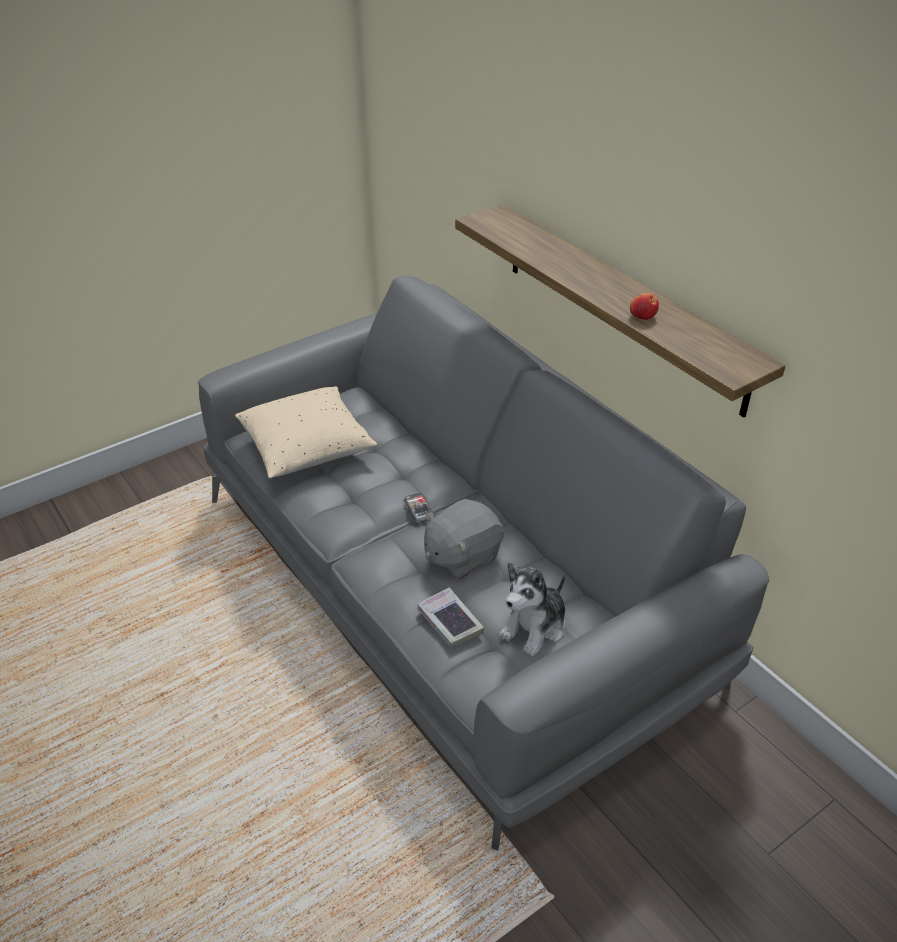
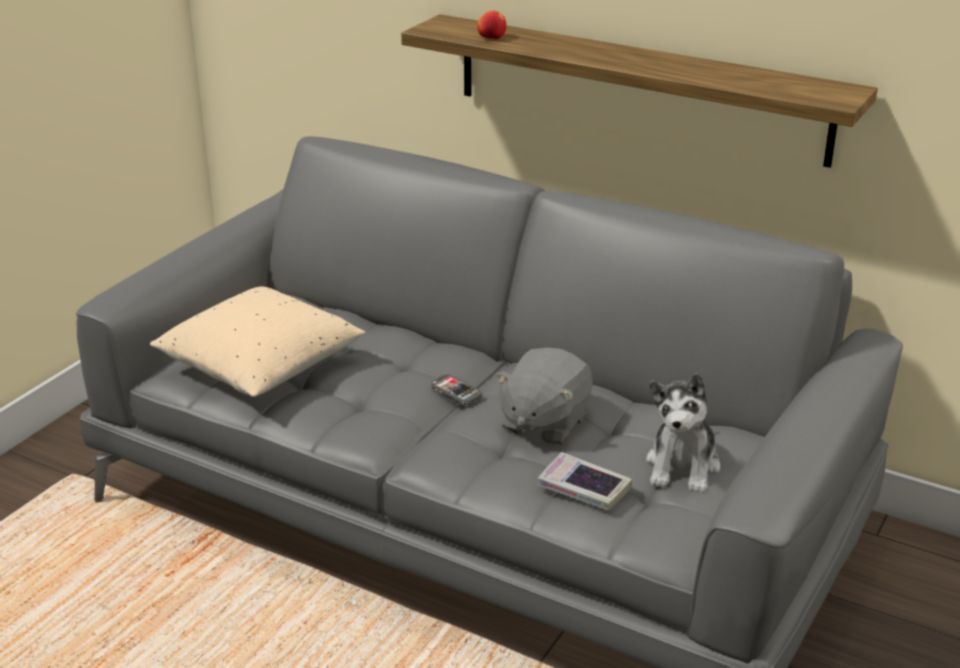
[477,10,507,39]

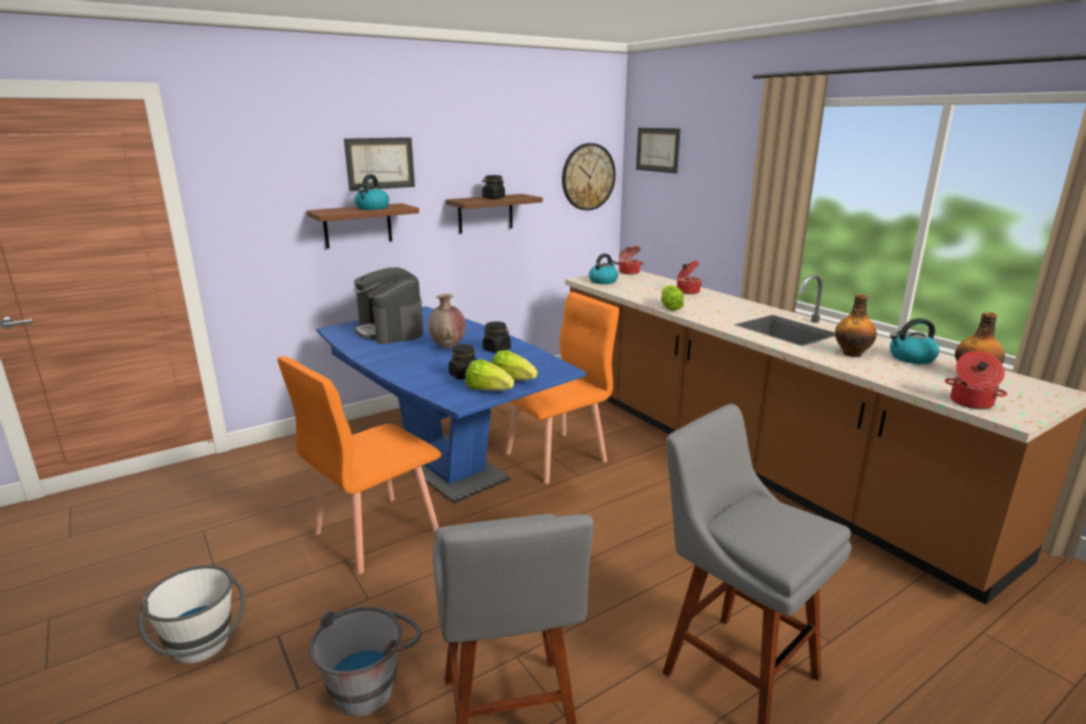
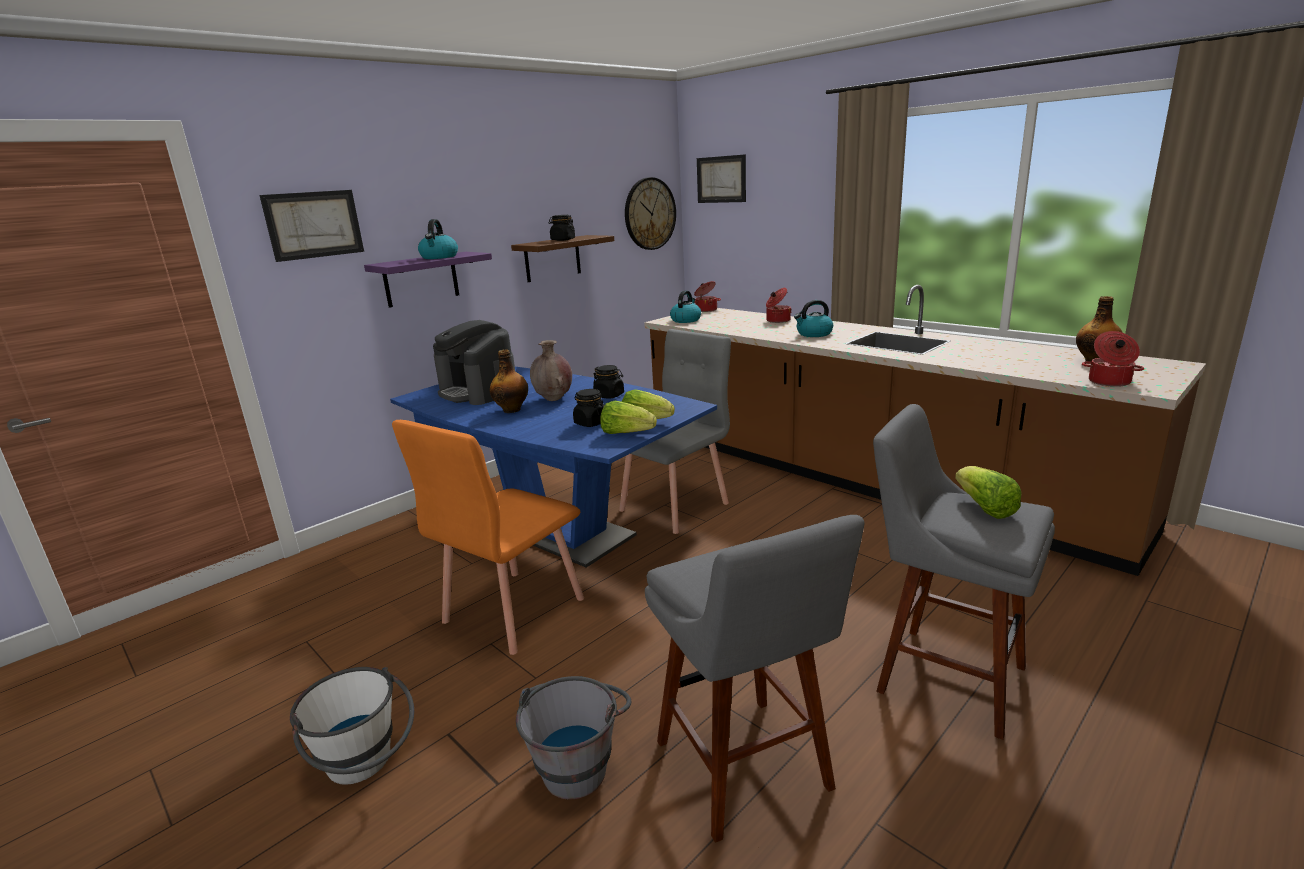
[259,190,364,262]
[955,466,1022,519]
[490,349,528,413]
[794,300,833,337]
[364,252,492,308]
[619,329,731,534]

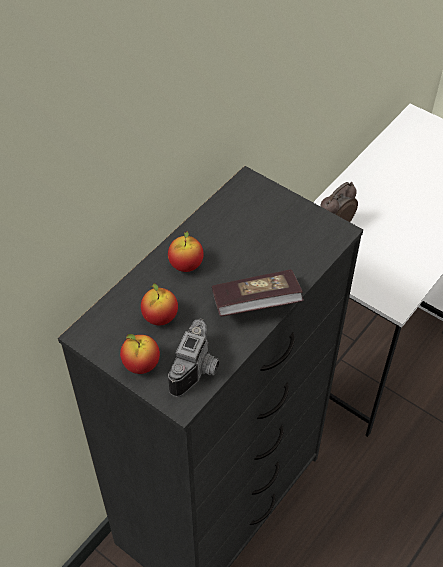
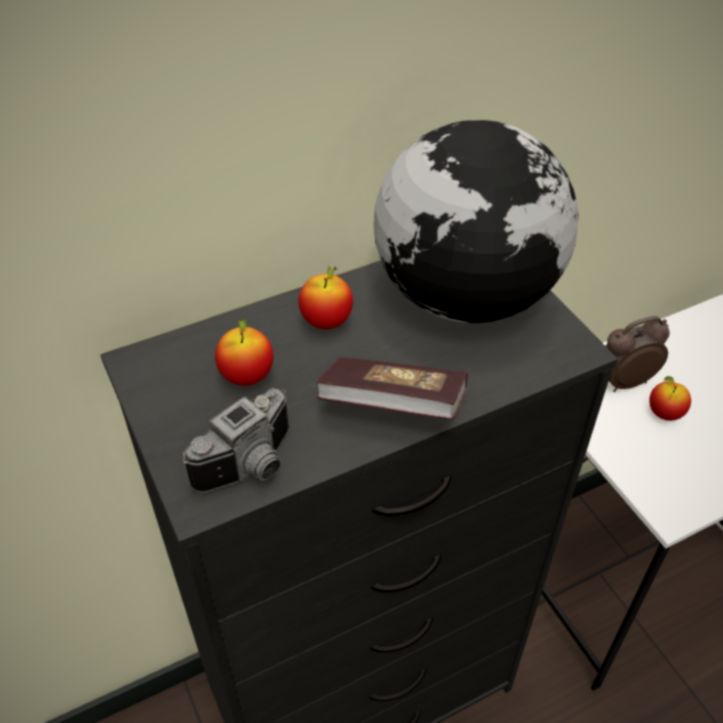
[374,120,579,323]
[649,376,691,421]

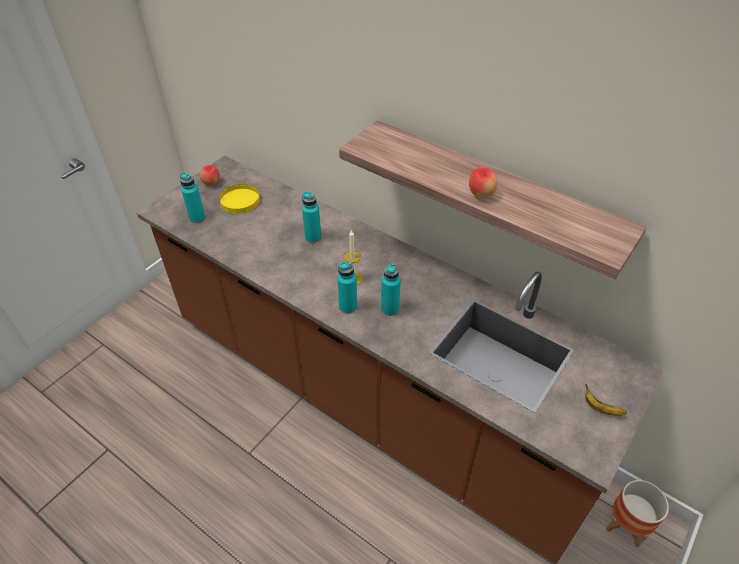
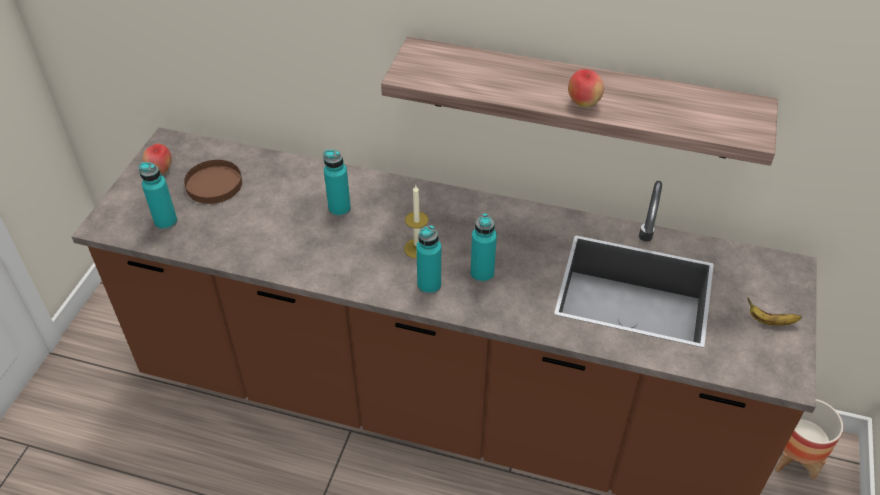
[184,160,242,204]

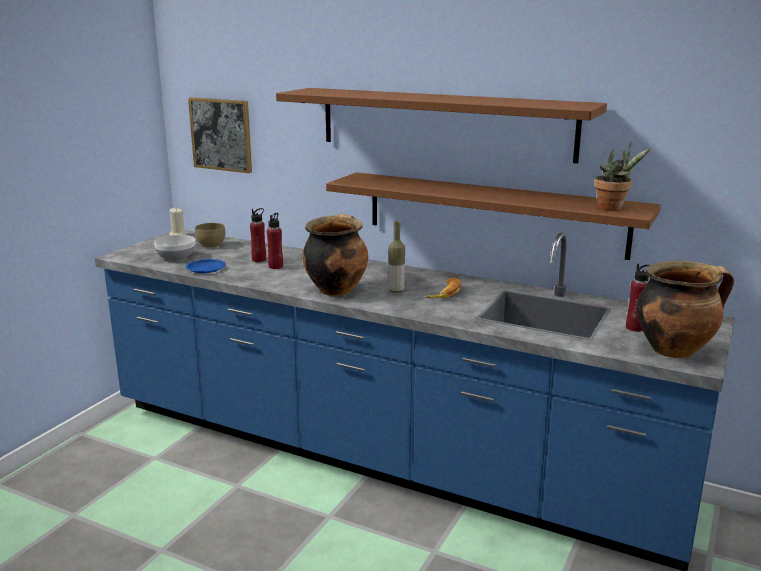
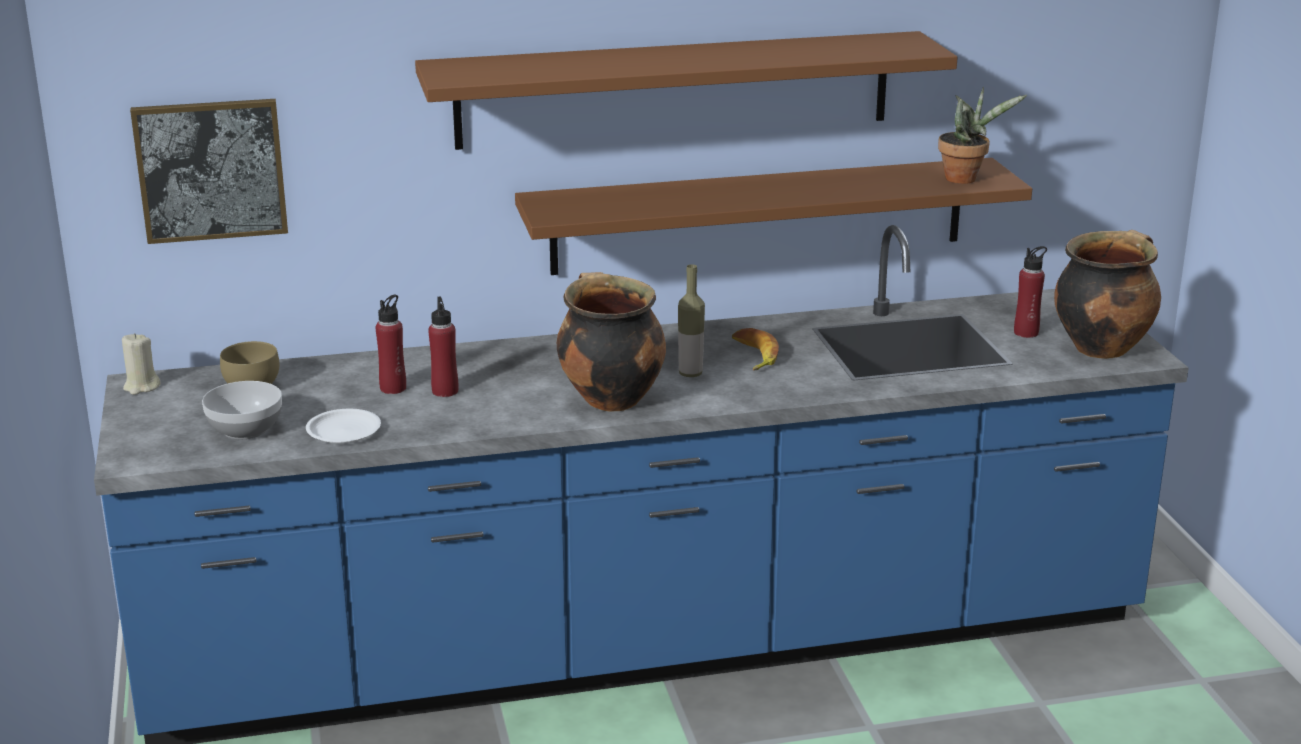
[306,409,381,444]

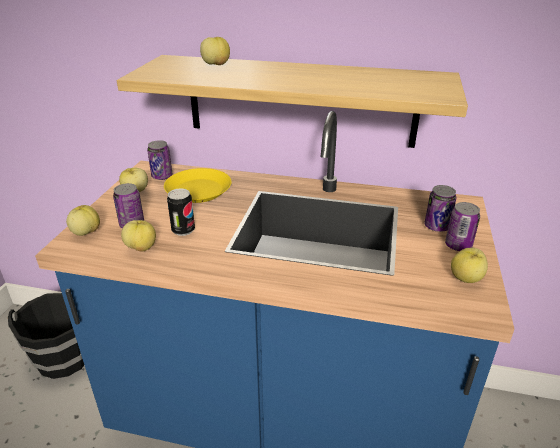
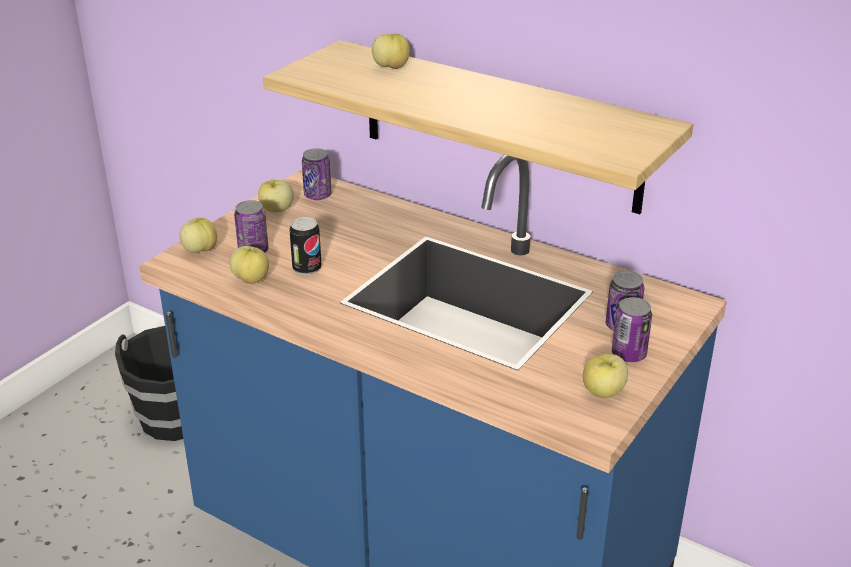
[164,168,232,203] (first image)

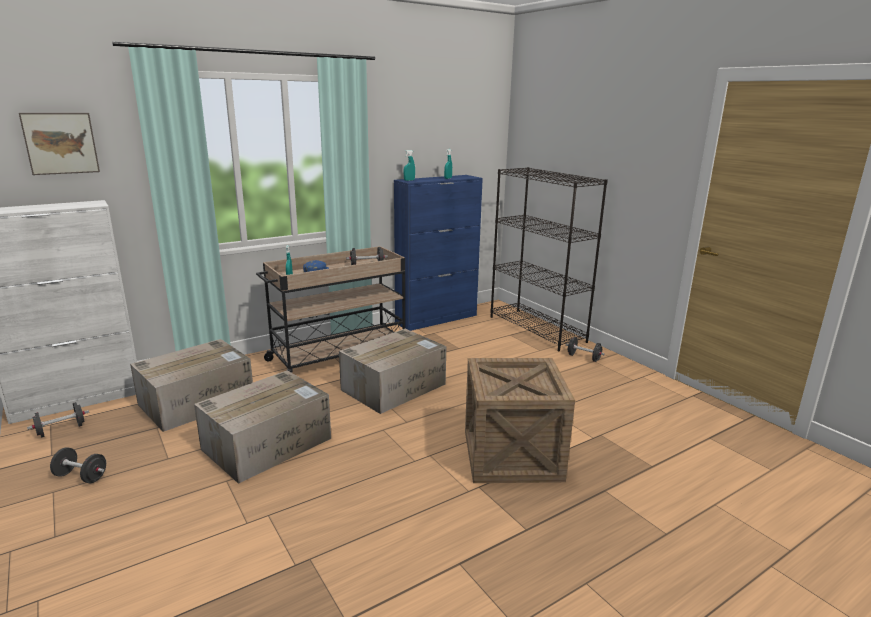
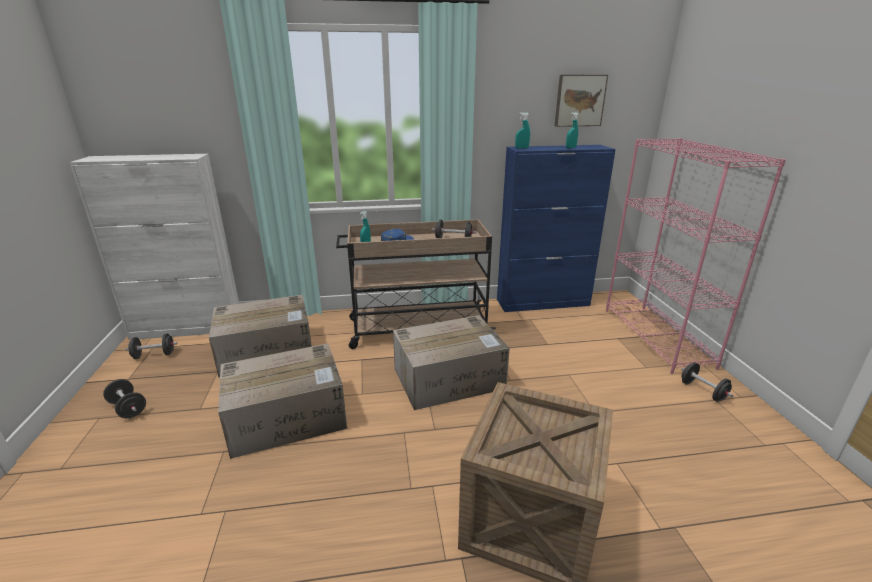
[554,75,608,127]
[606,138,786,374]

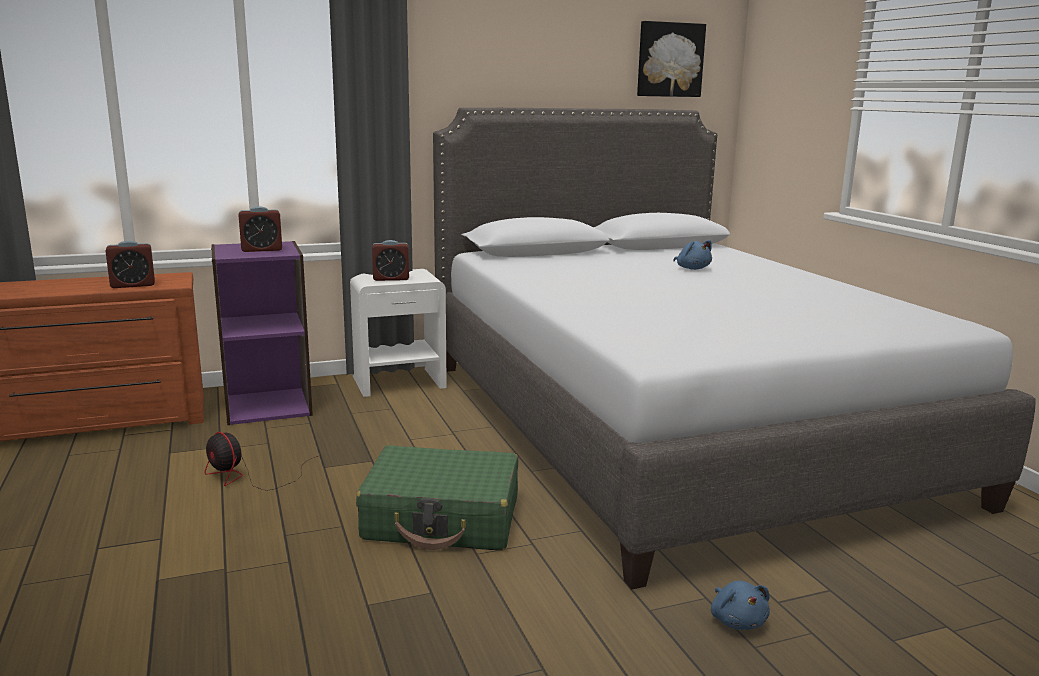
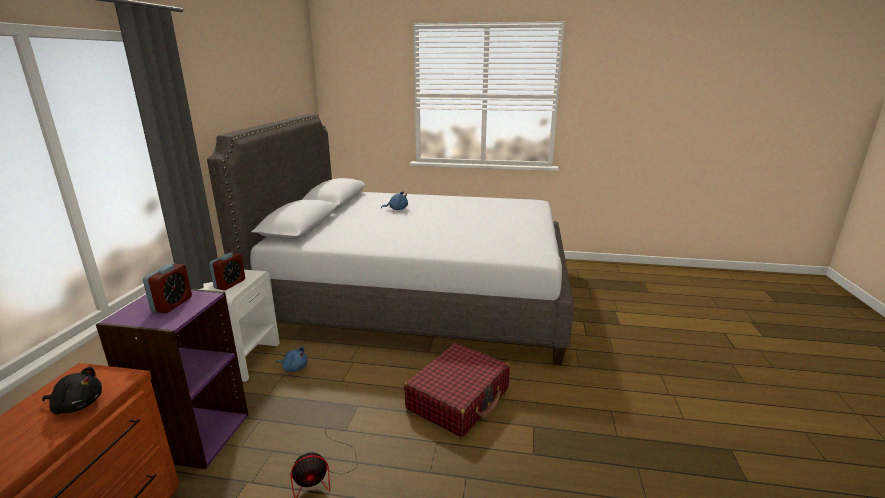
[637,21,706,97] (first image)
[276,347,308,372]
[42,367,102,414]
[404,343,510,437]

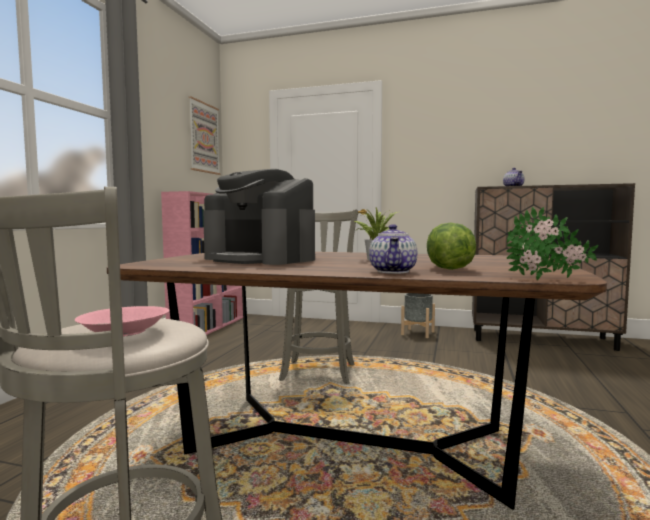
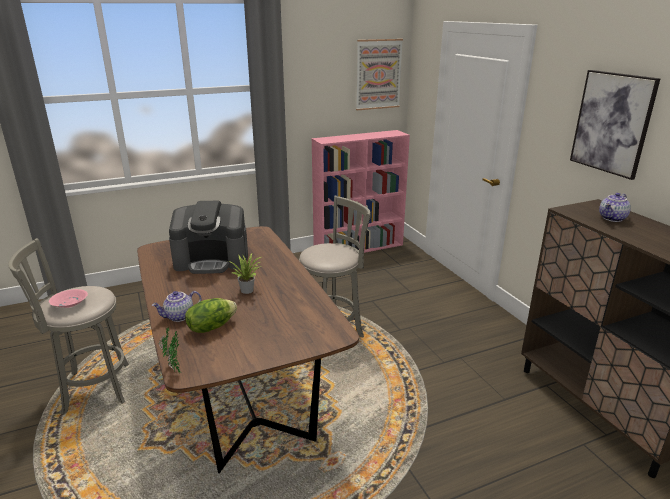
[401,293,435,338] (first image)
[570,70,660,180]
[169,201,248,274]

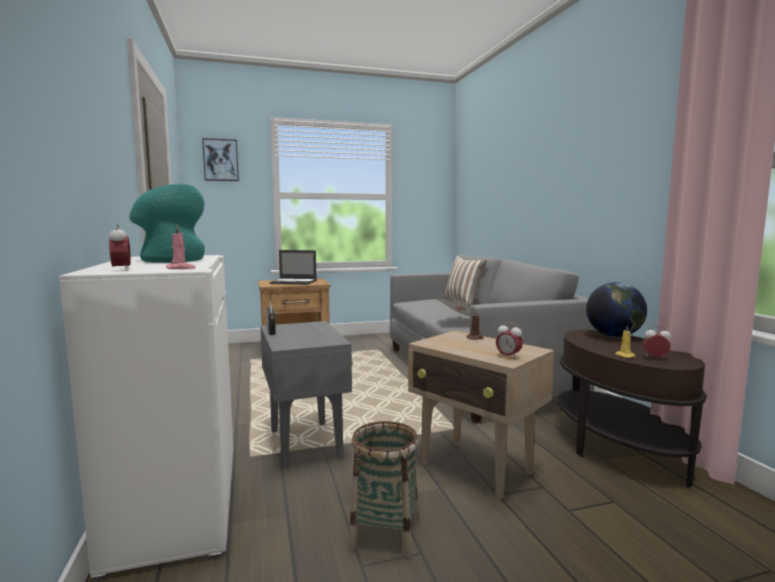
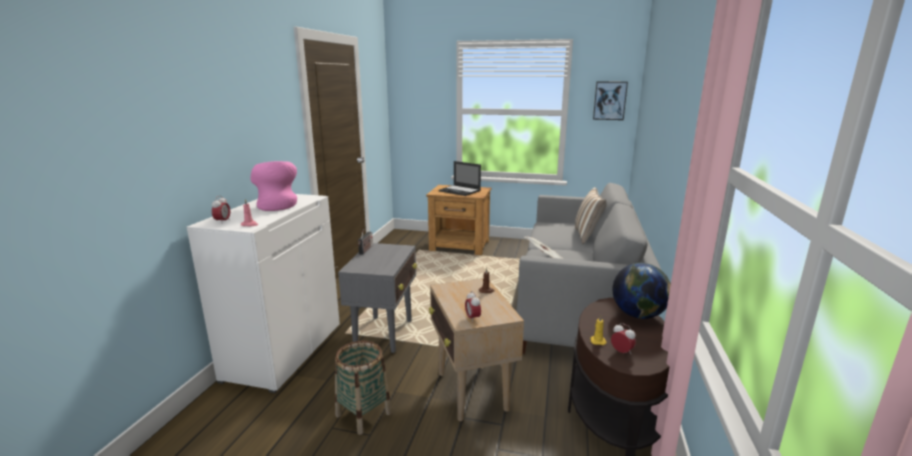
[593,82,628,120]
[250,161,297,211]

